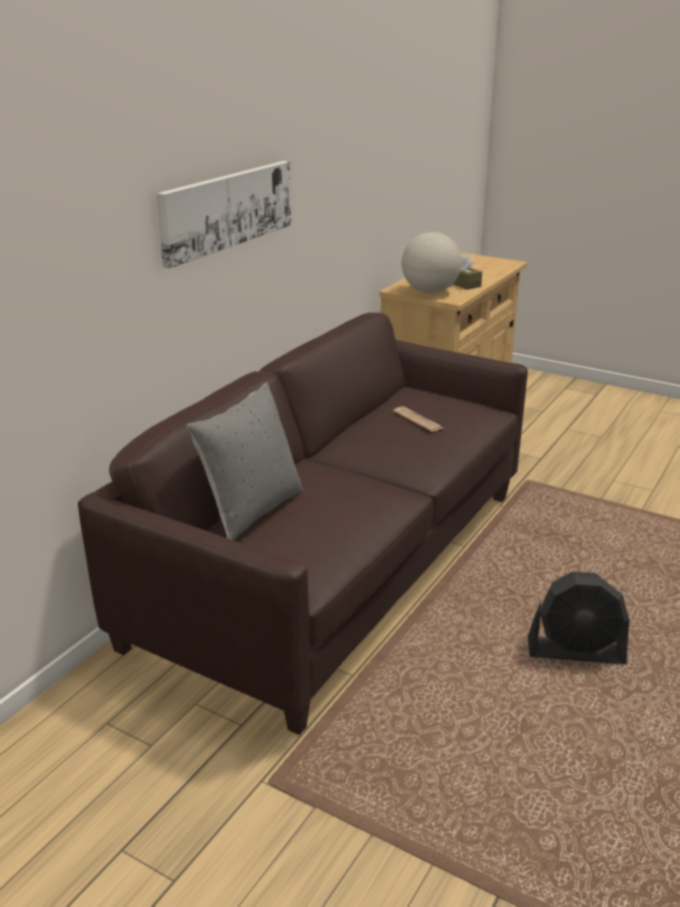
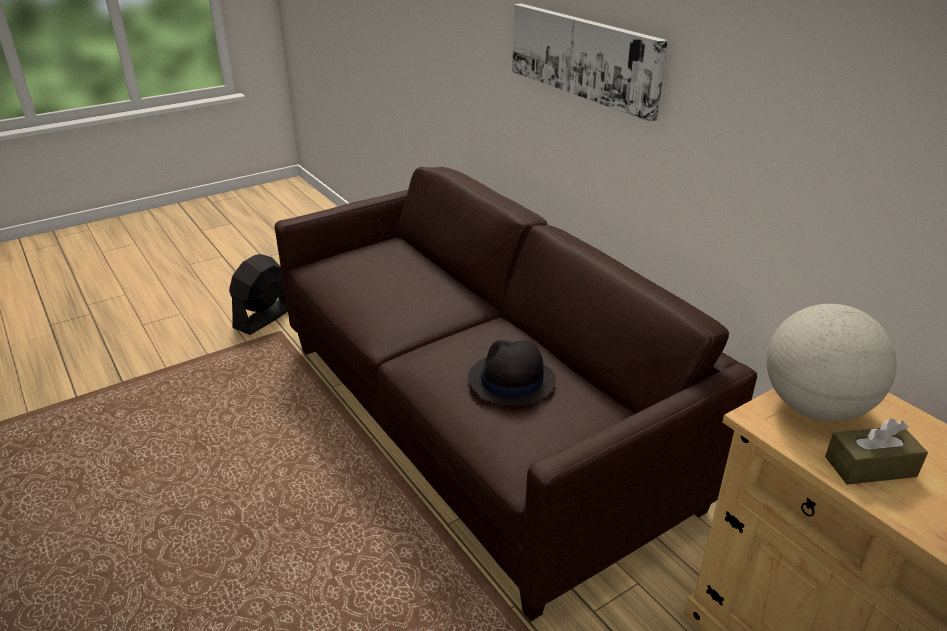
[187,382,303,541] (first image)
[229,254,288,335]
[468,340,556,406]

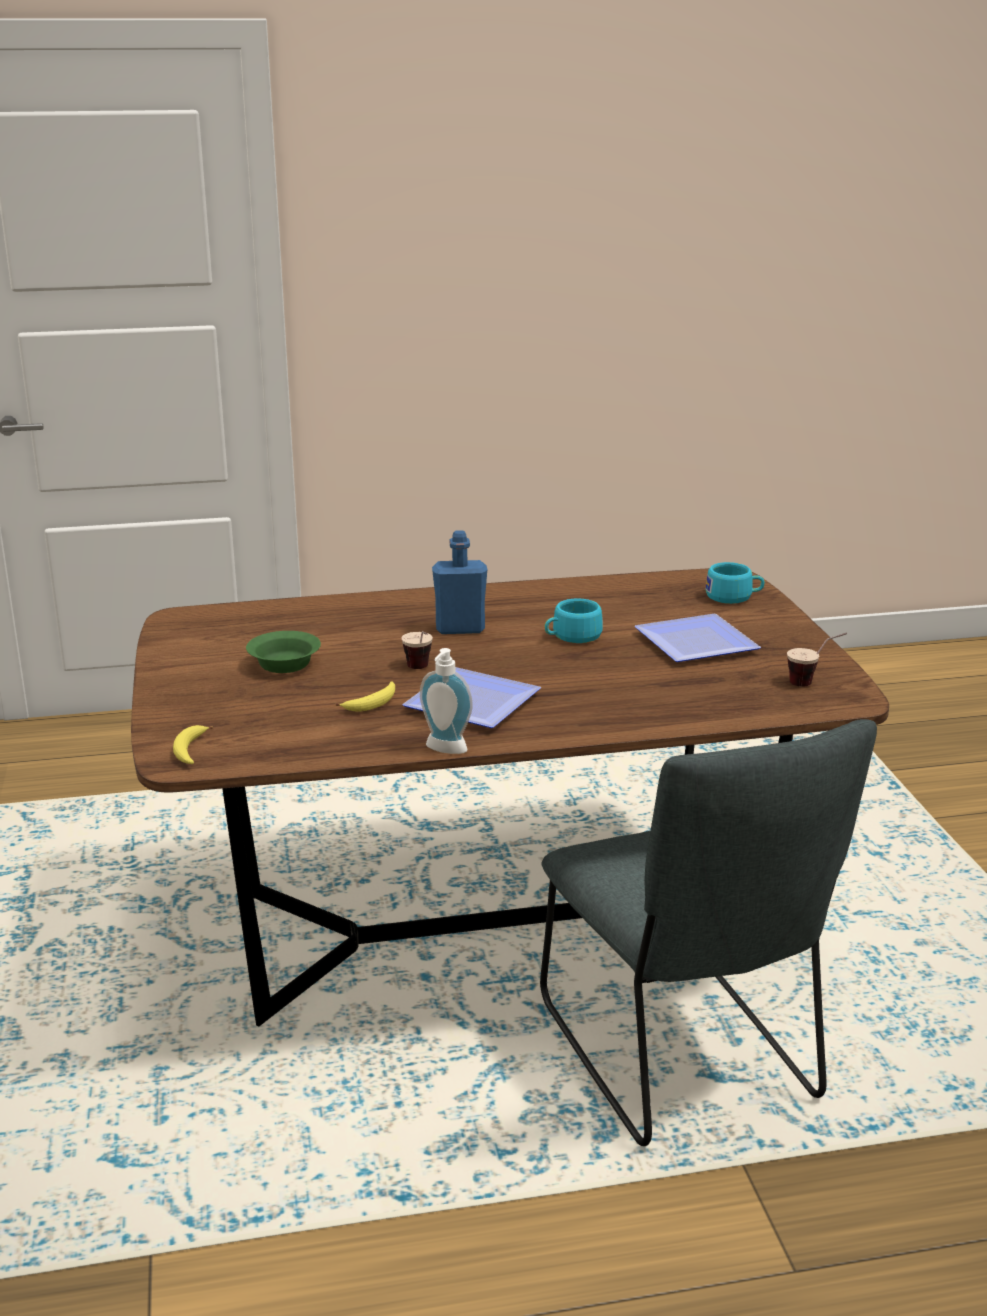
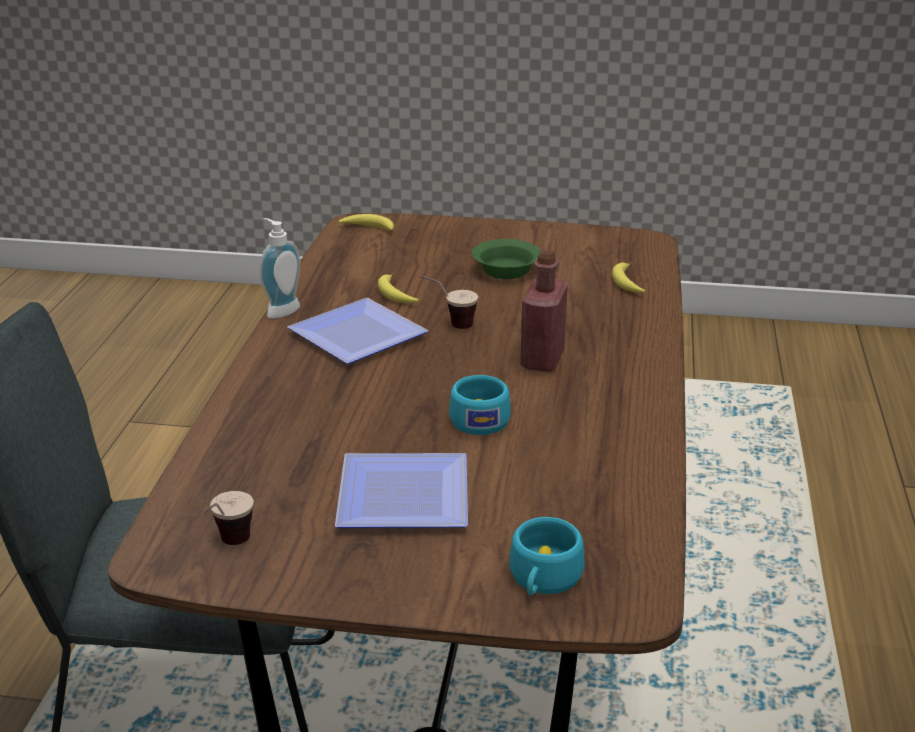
[612,263,645,293]
[520,249,568,372]

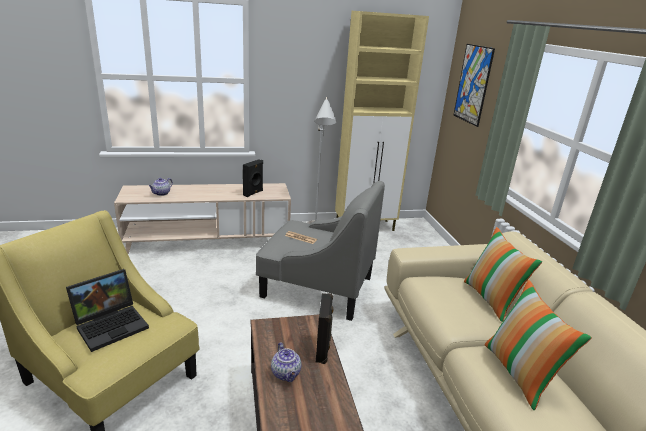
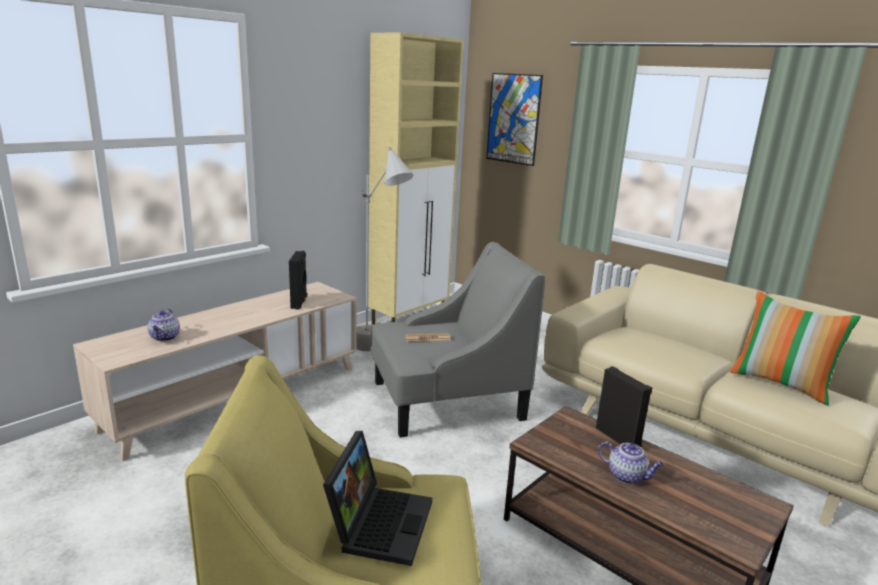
[464,227,542,322] (first image)

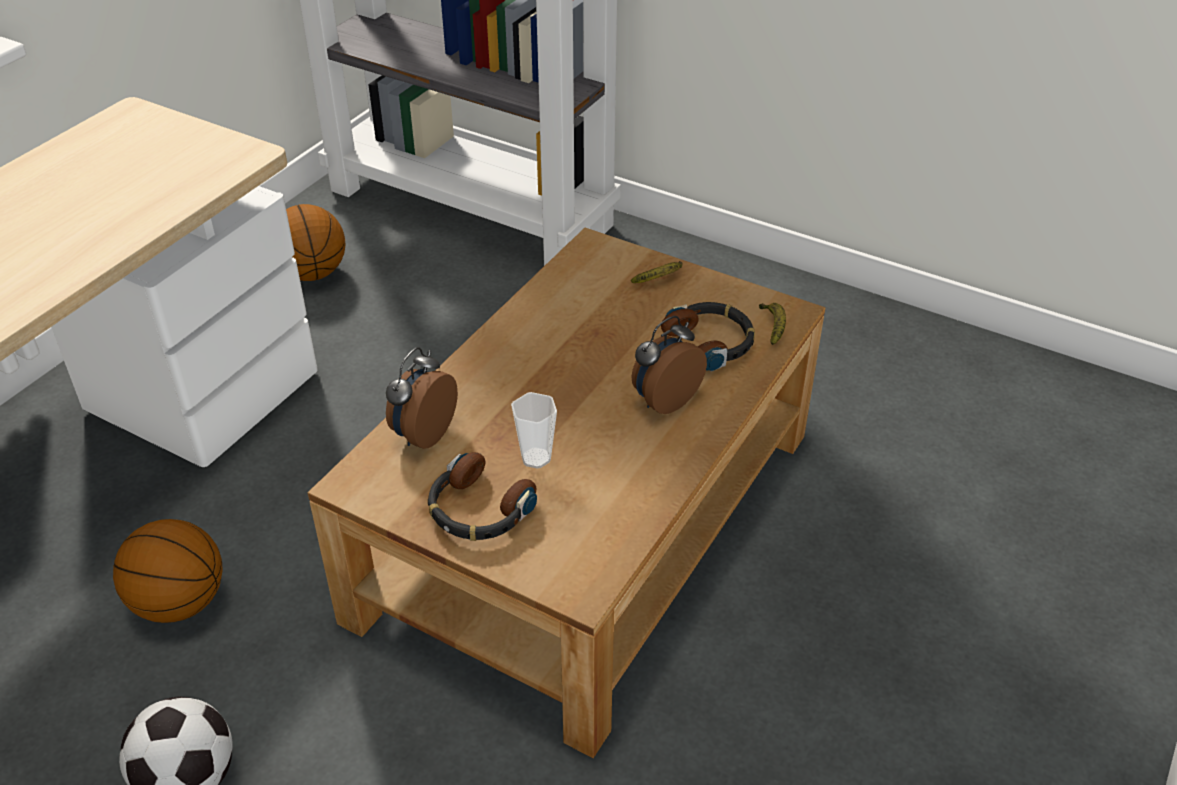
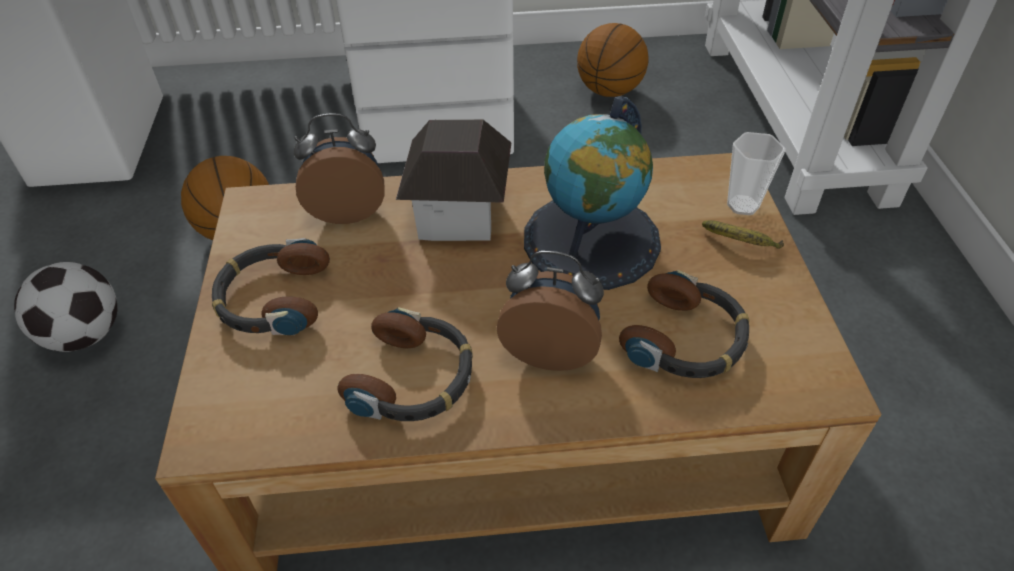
[759,303,786,345] (first image)
[338,307,473,421]
[396,119,511,241]
[524,97,661,290]
[727,132,786,215]

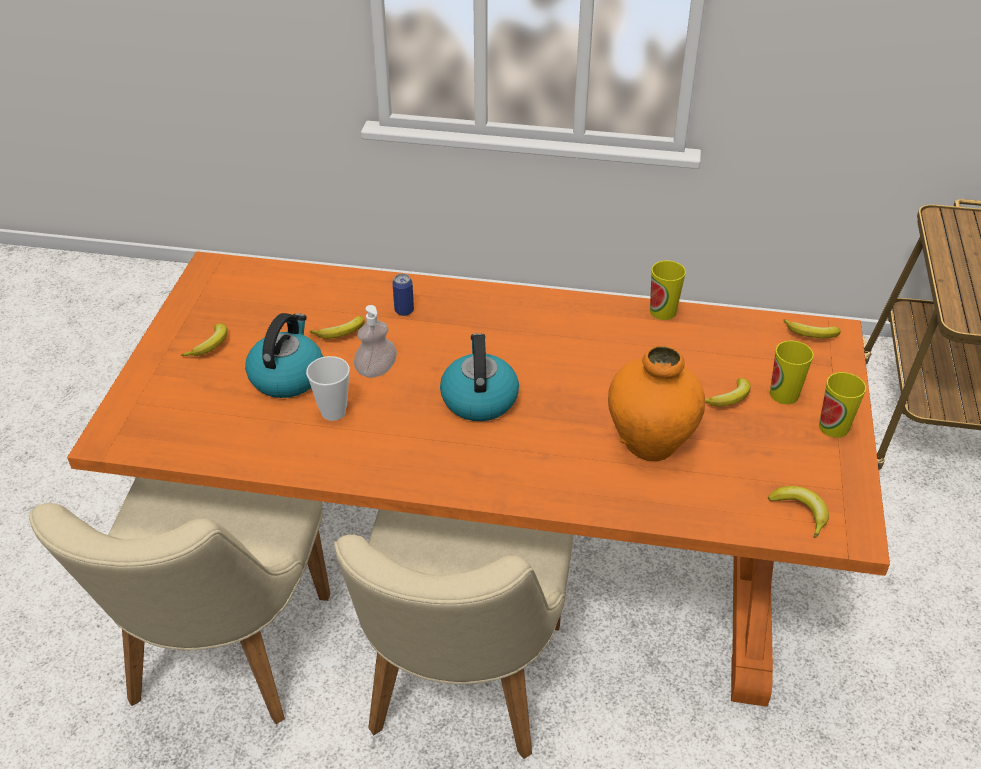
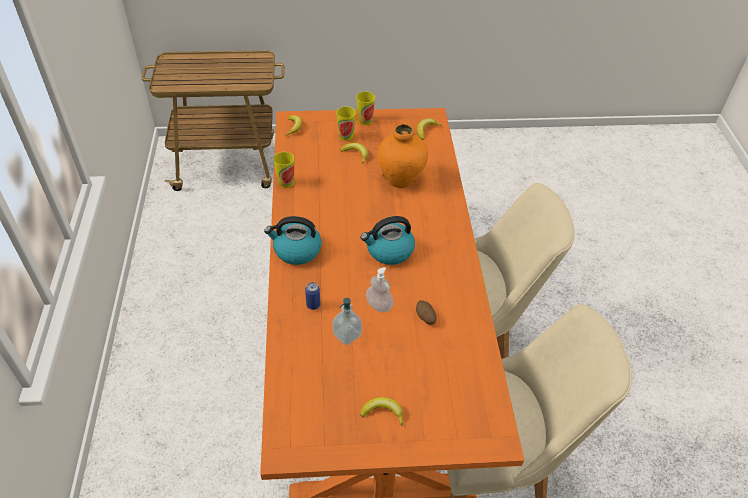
[264,216,322,265]
[416,300,437,325]
[332,298,362,345]

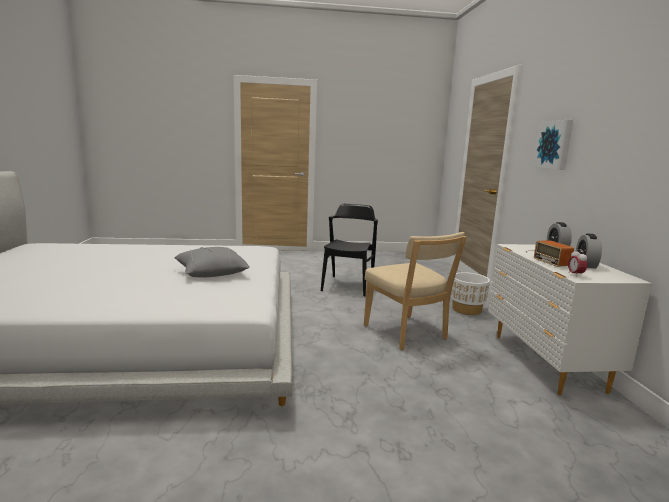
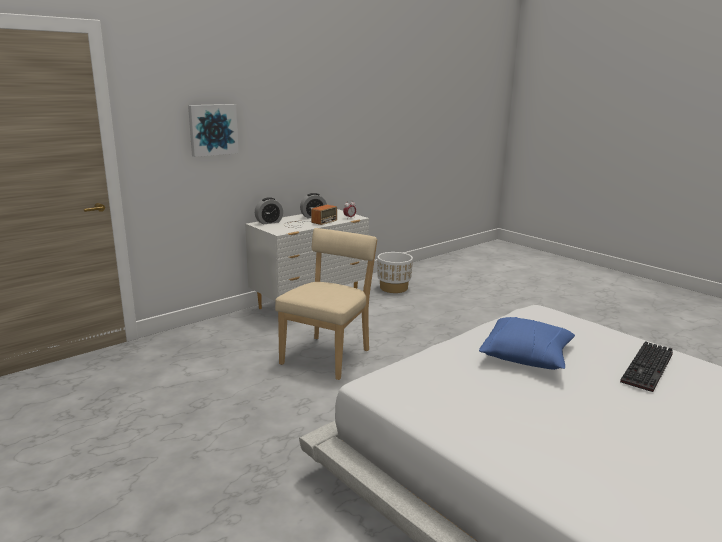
[321,204,378,296] (first image)
[620,341,673,392]
[377,252,413,293]
[479,317,575,370]

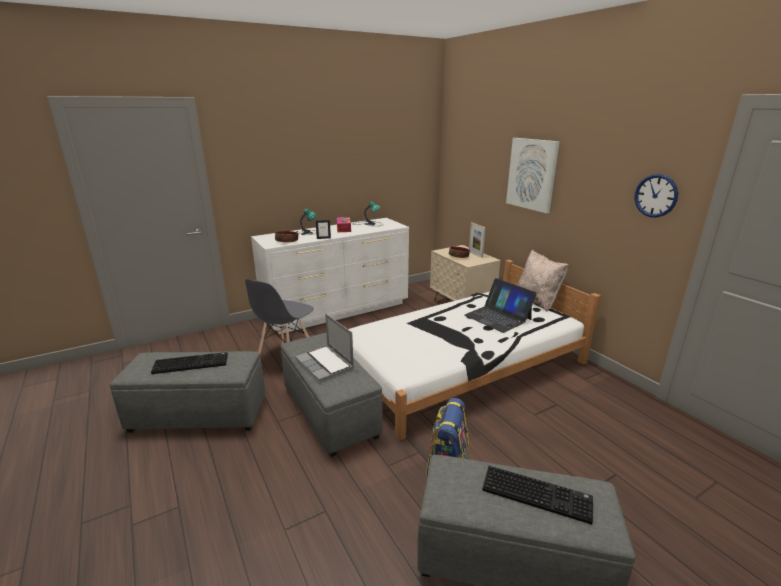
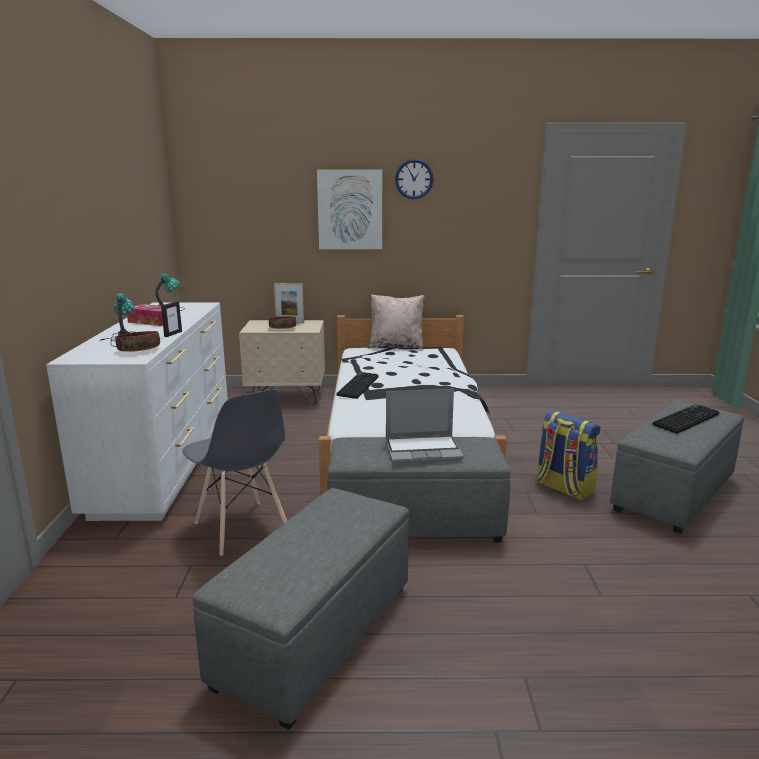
[464,278,537,333] (first image)
[336,372,379,399]
[395,159,433,199]

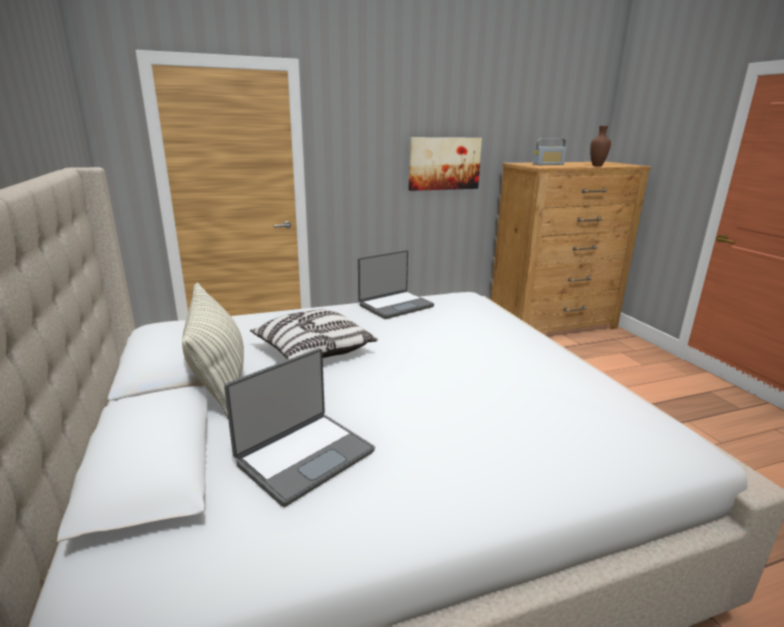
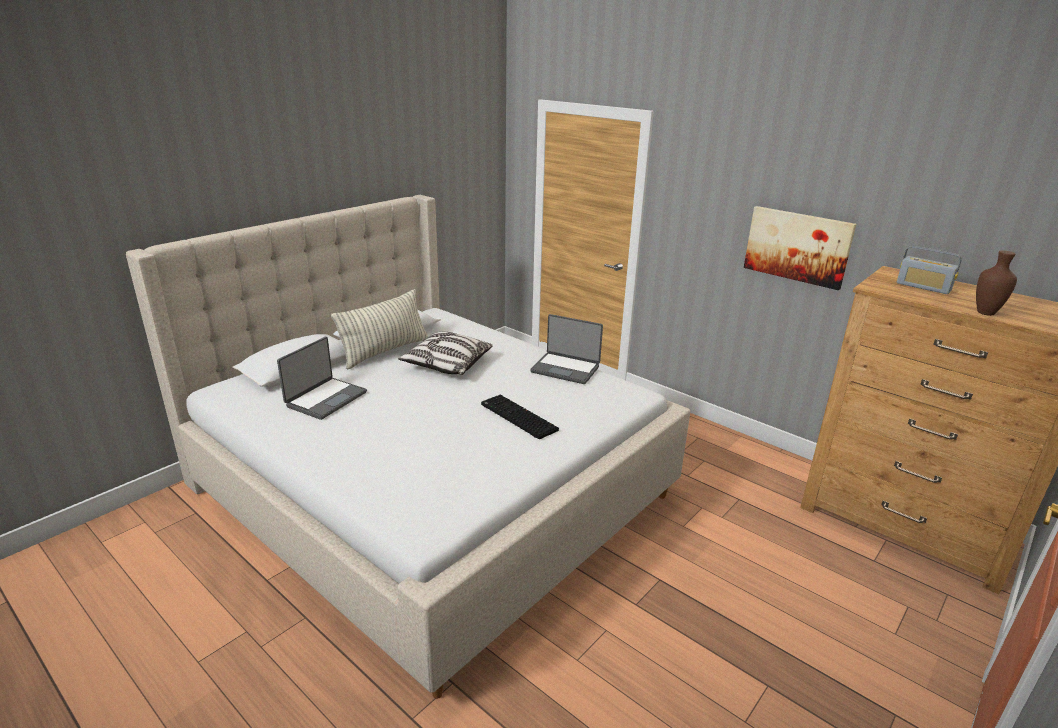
[481,395,559,439]
[277,337,367,420]

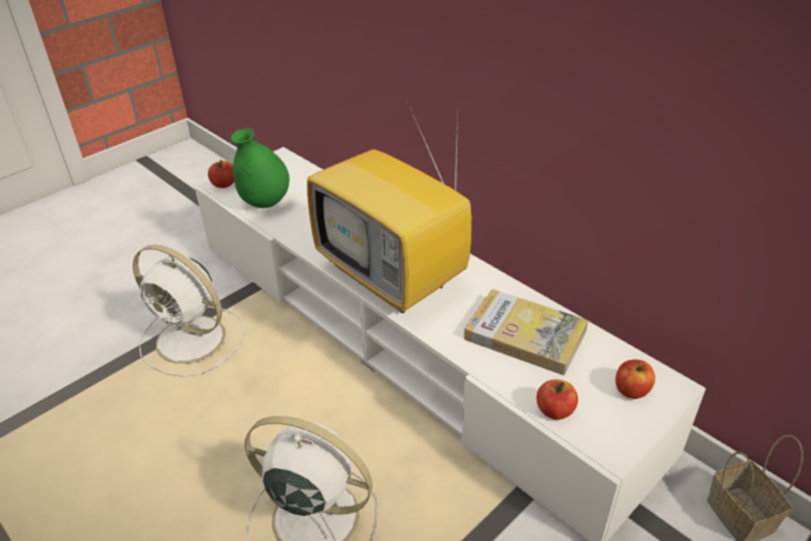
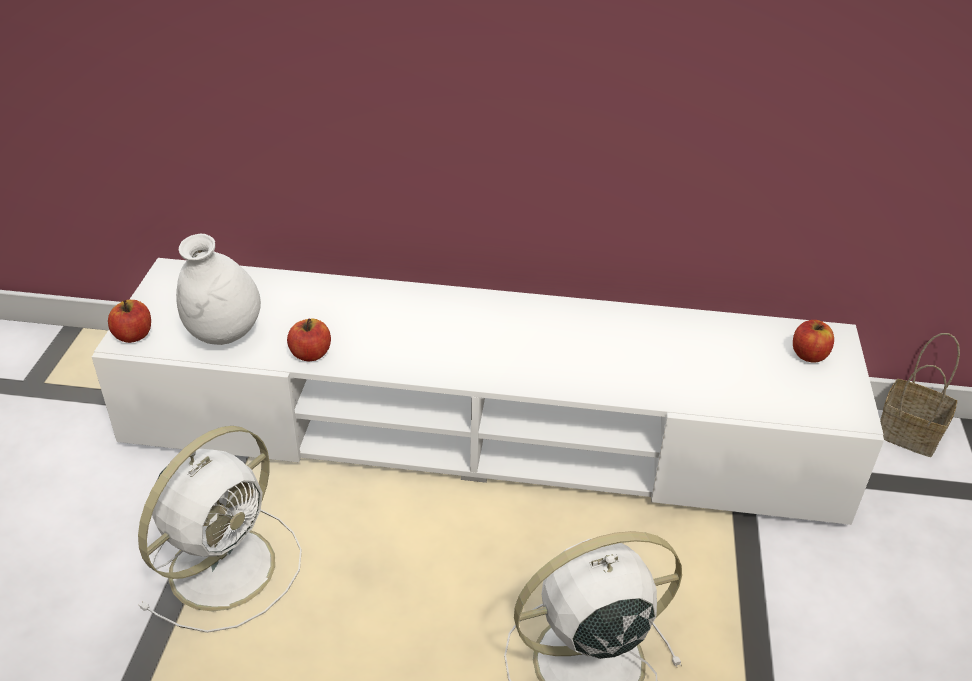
[307,101,472,313] (first image)
[464,289,589,375] (first image)
[287,318,331,361]
[176,234,261,345]
[138,426,302,633]

